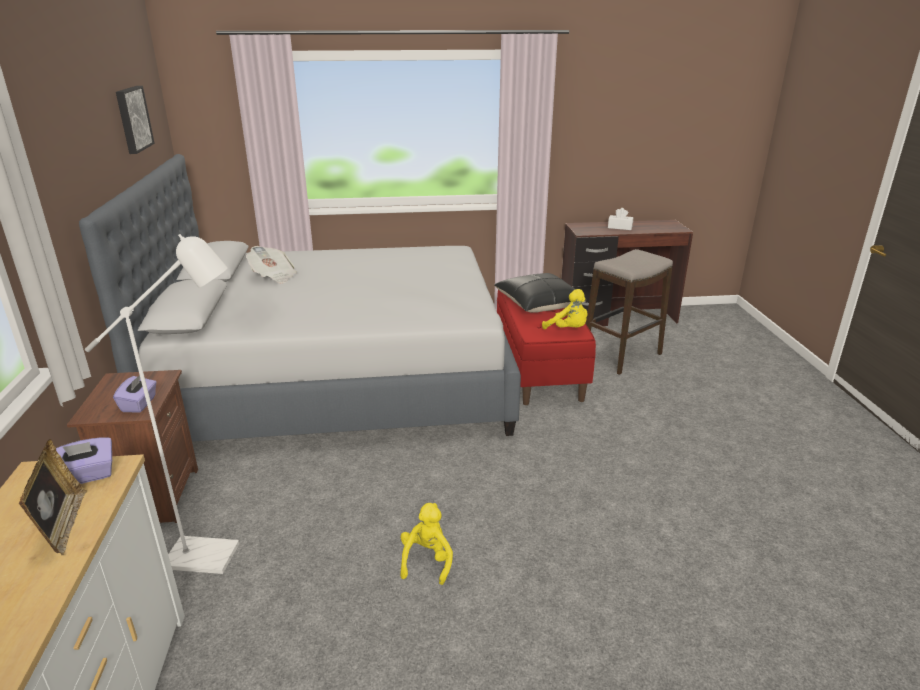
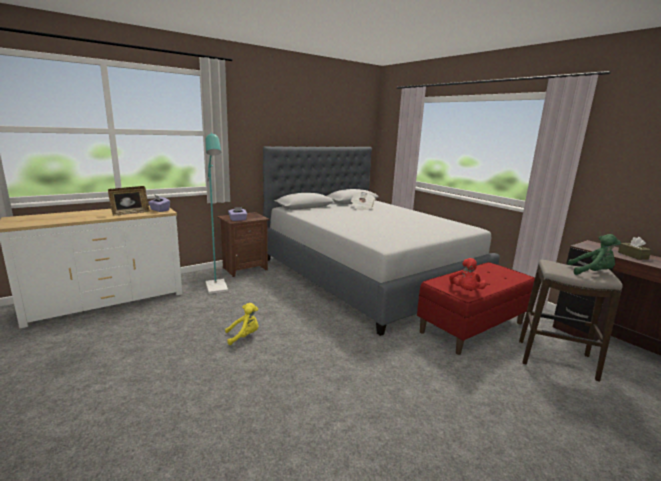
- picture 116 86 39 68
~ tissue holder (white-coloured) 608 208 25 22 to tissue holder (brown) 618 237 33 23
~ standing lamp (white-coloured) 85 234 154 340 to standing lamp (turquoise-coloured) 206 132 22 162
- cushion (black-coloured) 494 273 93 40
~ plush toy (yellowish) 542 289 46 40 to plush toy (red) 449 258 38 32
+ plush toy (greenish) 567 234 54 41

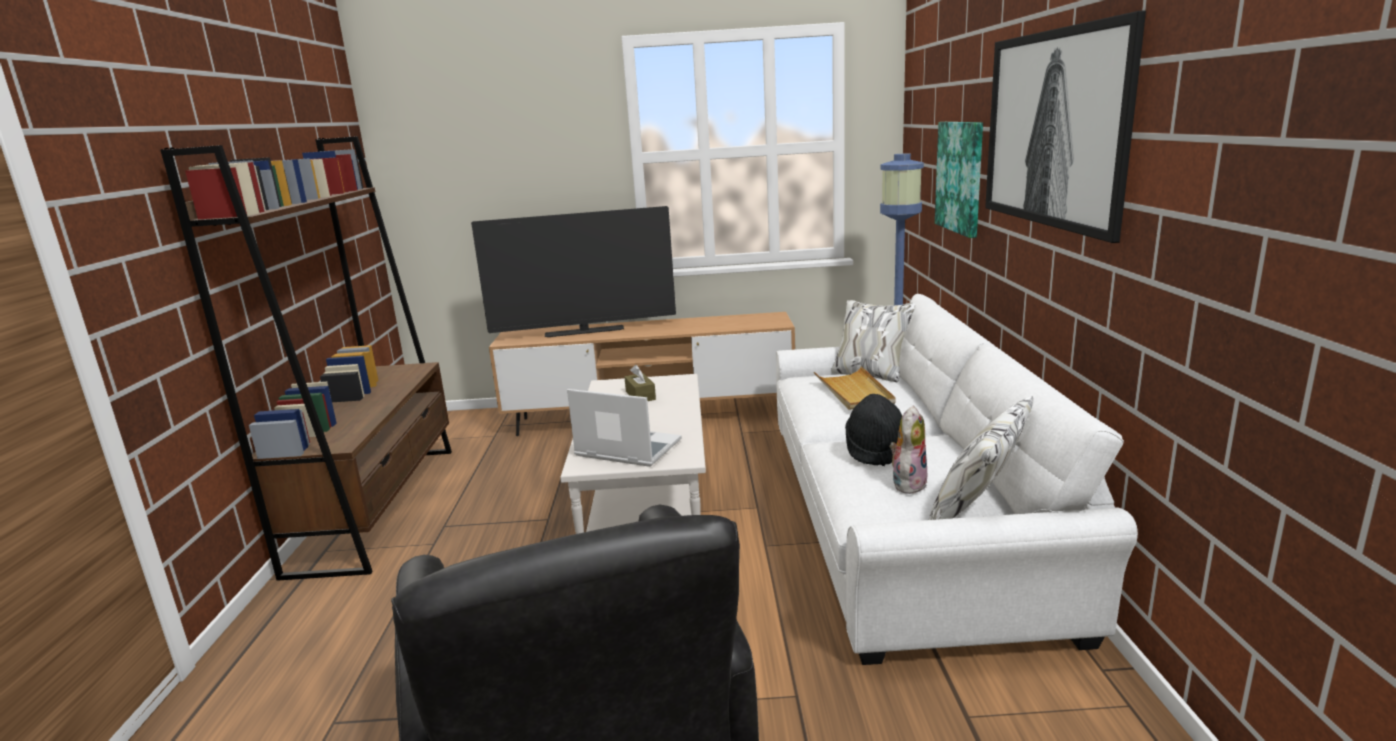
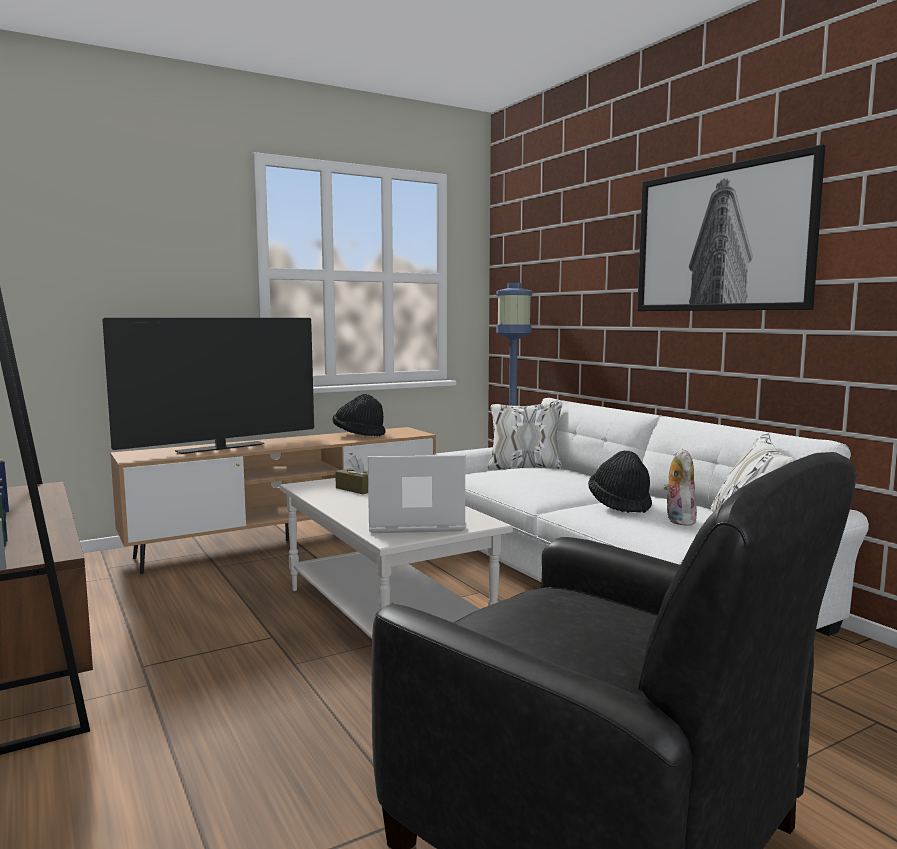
- picture 935 122 48 116
- carrying tray (beige-coloured) 814 366 81 44
+ wearable hat (black-coloured) 333 394 52 42

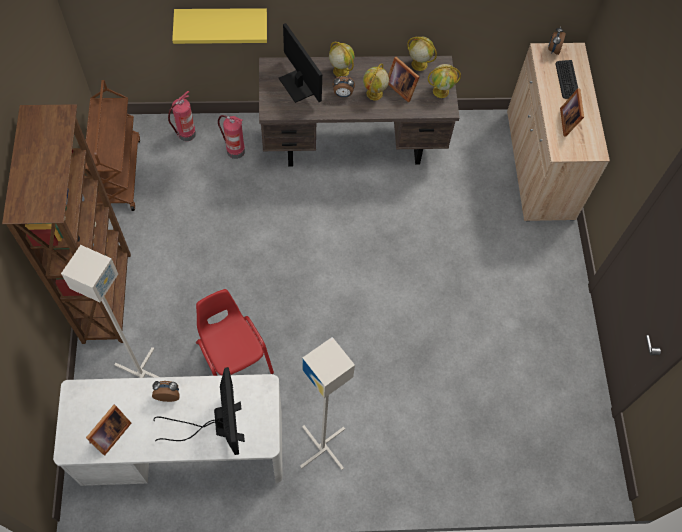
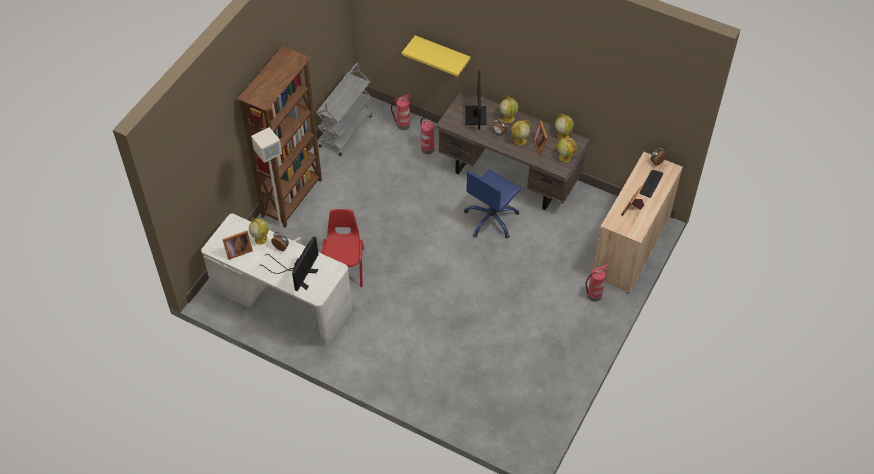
~ trolley (brown) 85 80 55 131 to trolley (grey) 316 63 57 93
- standing lamp (grey) 300 337 55 133
+ computer chair (blue-coloured) 464 169 57 70
+ globe 249 218 20 27
+ fire extinguisher 585 264 23 38

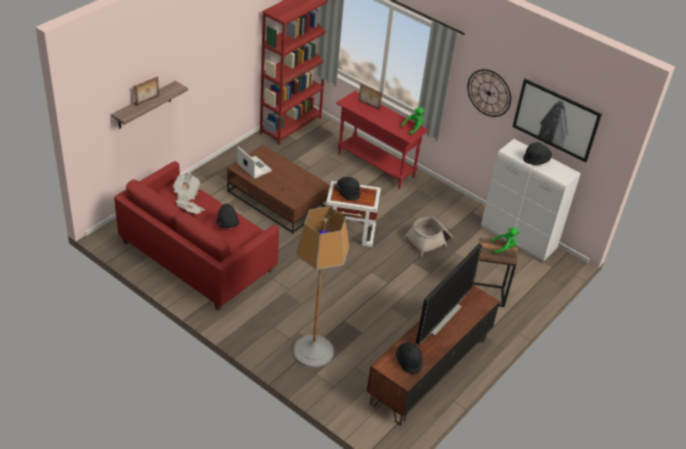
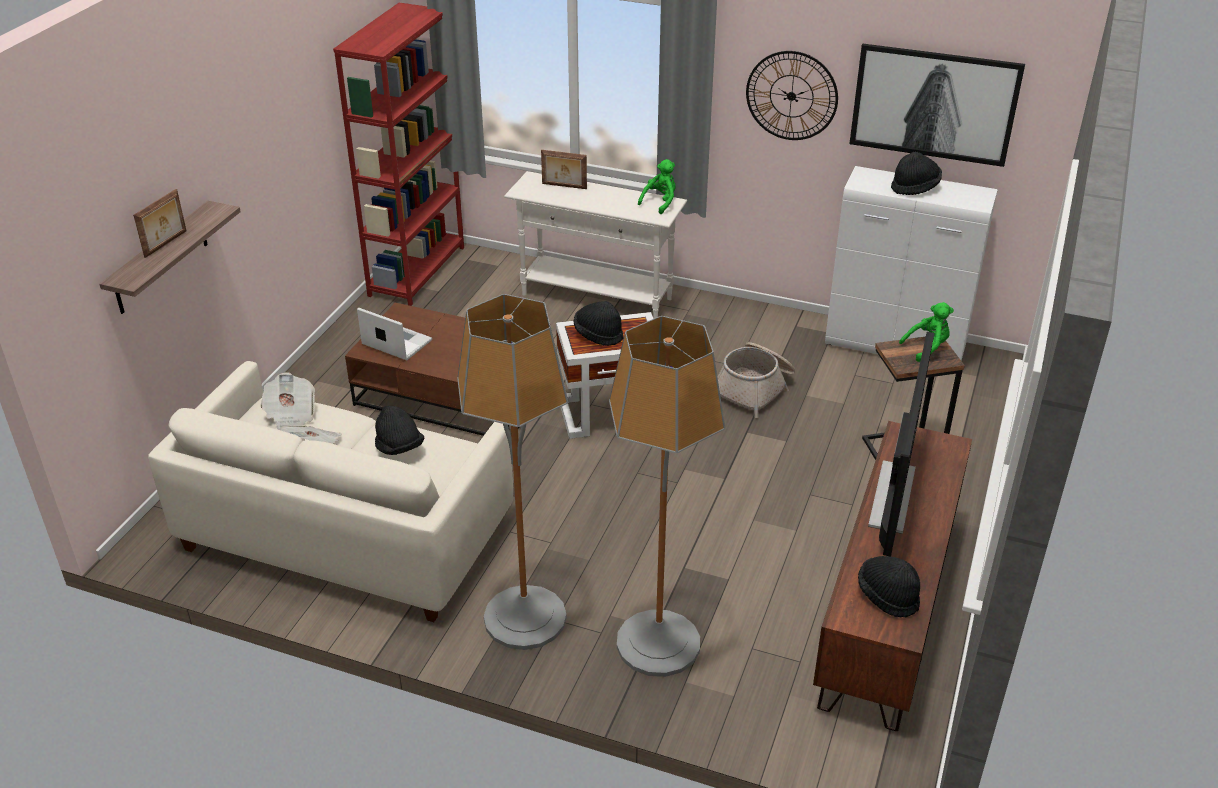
~ hall table (red) 336 91 93 98 to hall table (white-coloured) 504 171 183 147
~ settee (red) 114 161 165 149 to settee (white-coloured) 148 361 366 261
+ standing lamp 457 294 111 356

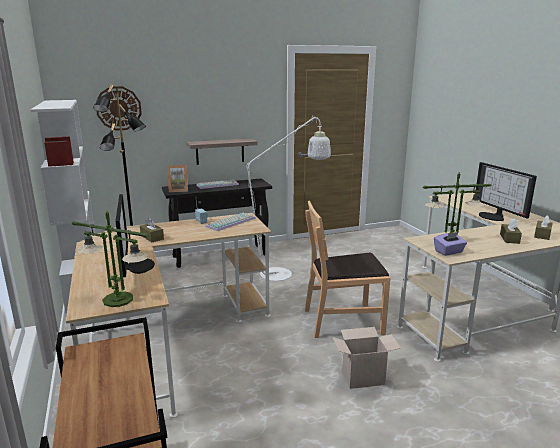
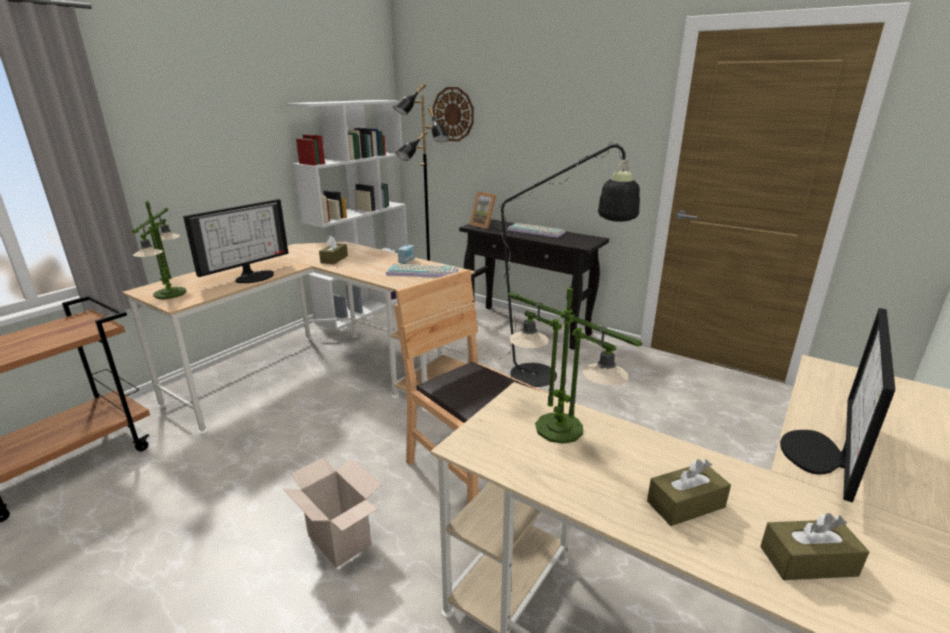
~ standing lamp (white-coloured) 190 116 141 174 to standing lamp (black-coloured) 442 142 198 245
- bracket shelf 186 138 72 27
- tissue holder (purple) 434 232 33 24

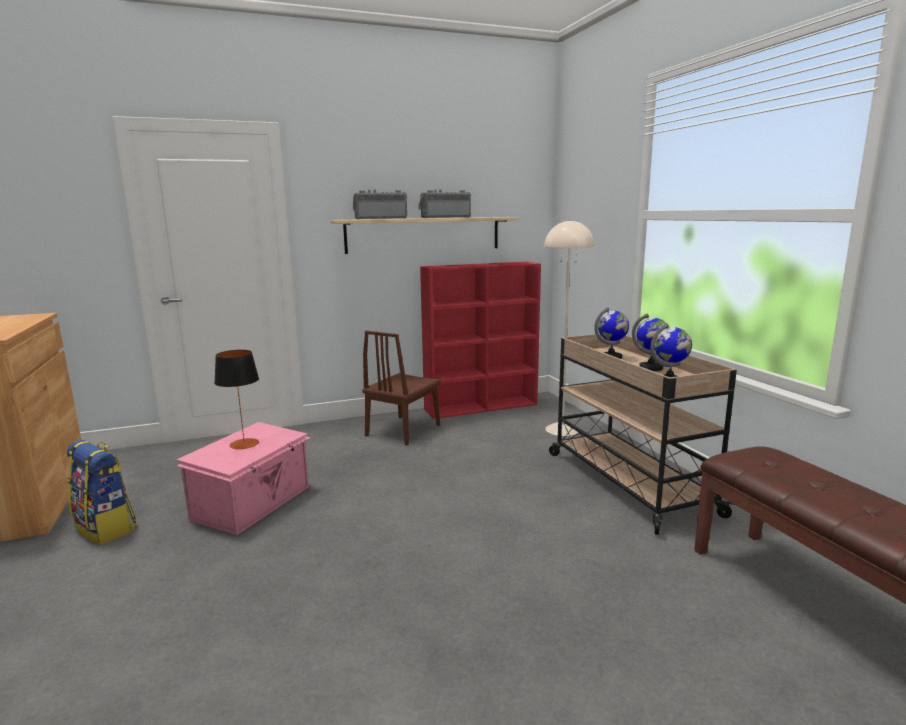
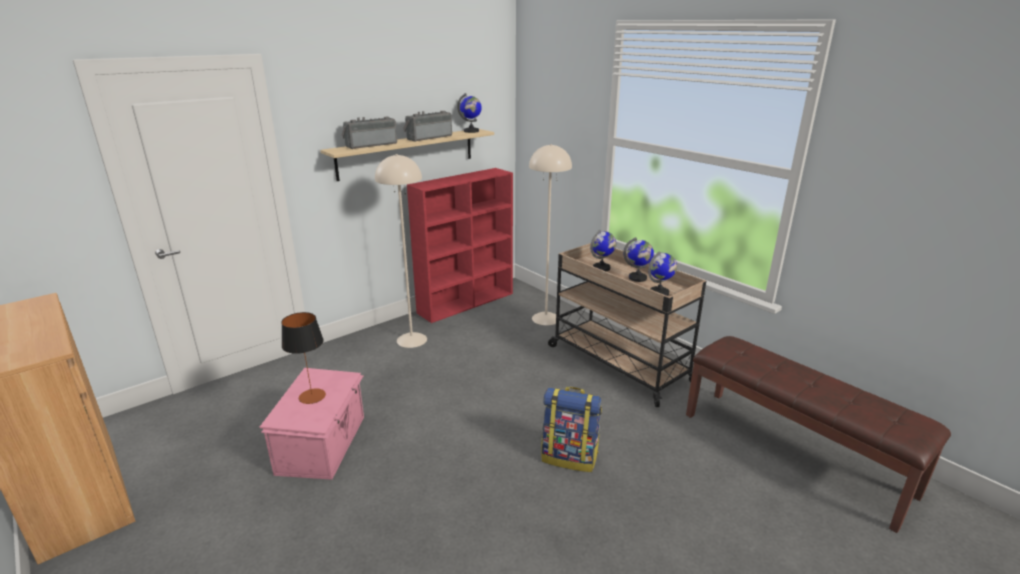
~ upright chair (brown) 362 331 79 114 to standing lamp (beige-coloured) 375 154 52 194
~ backpack 67 440 69 105 to 542 387 60 85
+ globe 457 93 25 40

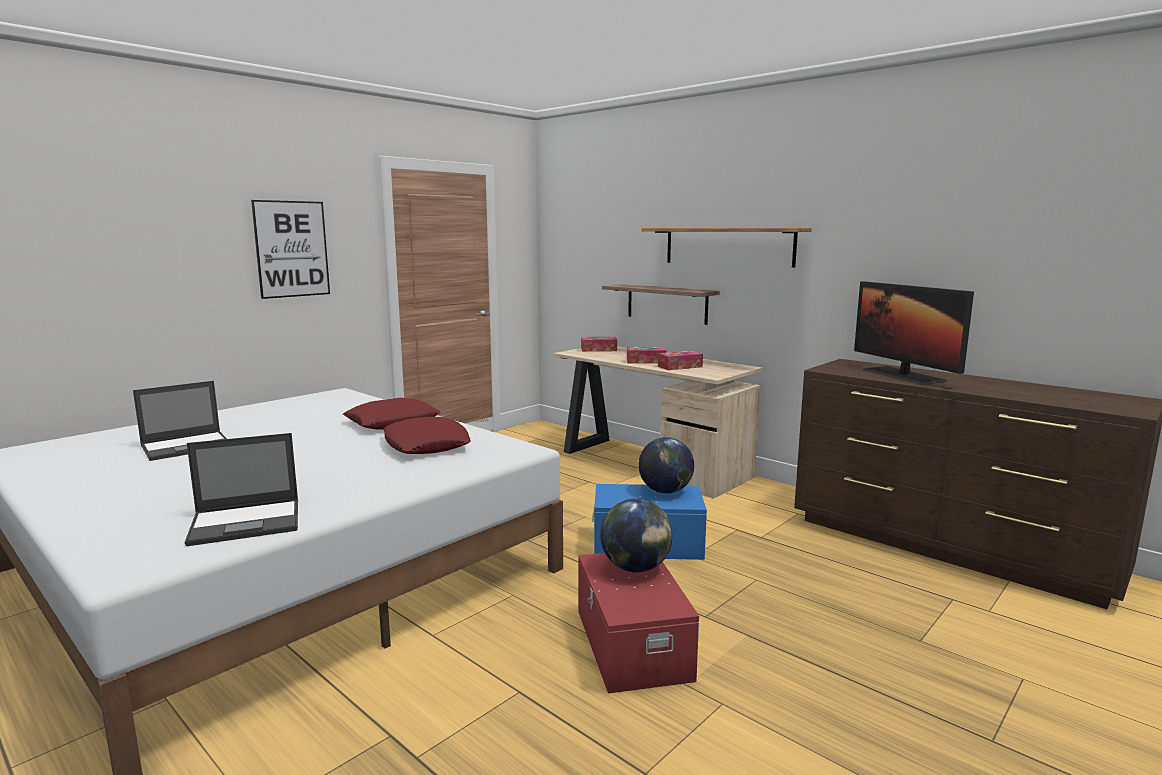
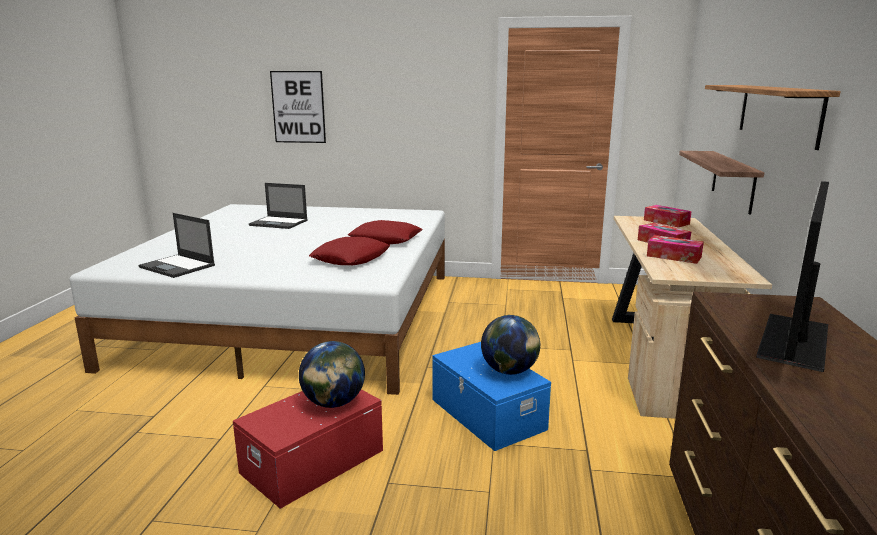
~ picture 251 200 79 99 to 270 71 56 72

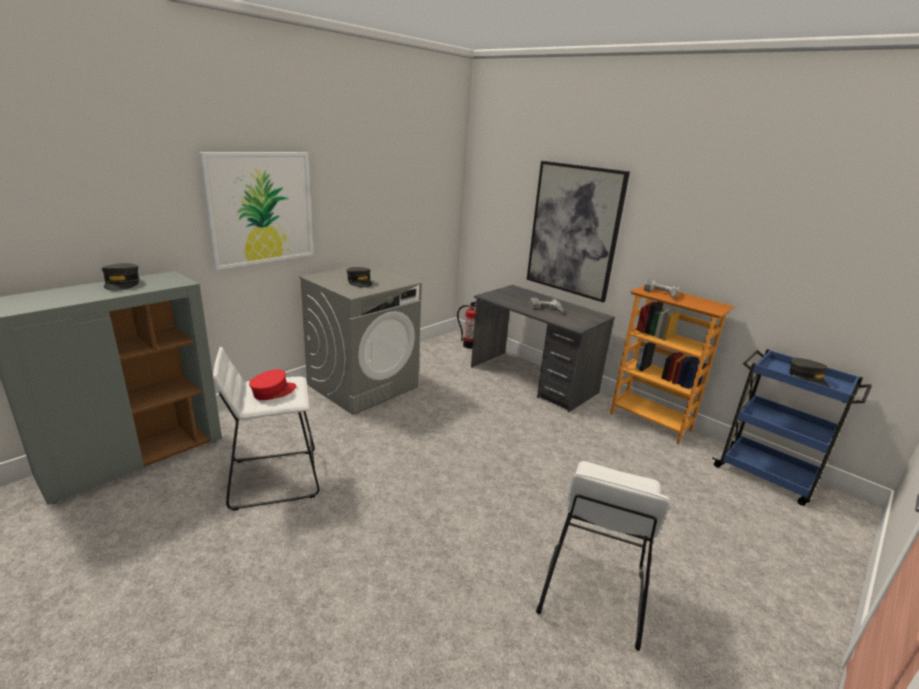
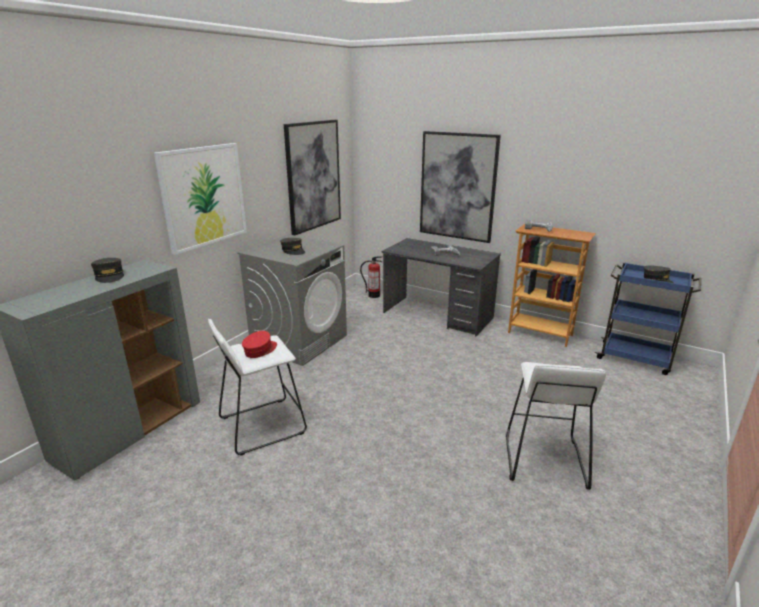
+ picture 284 120 57 115

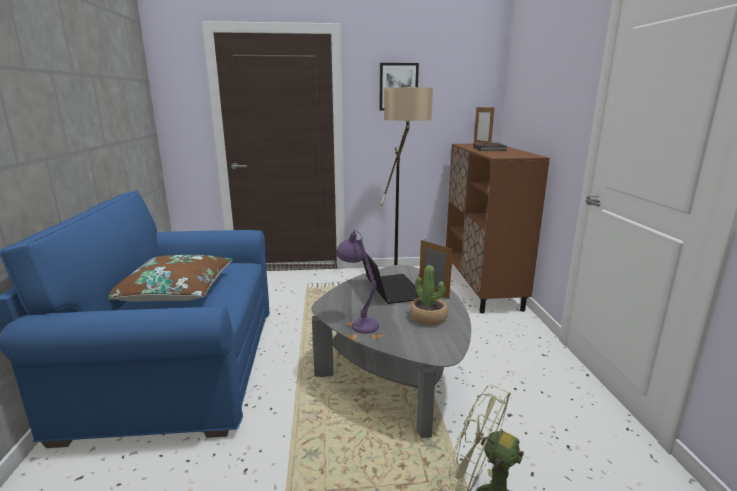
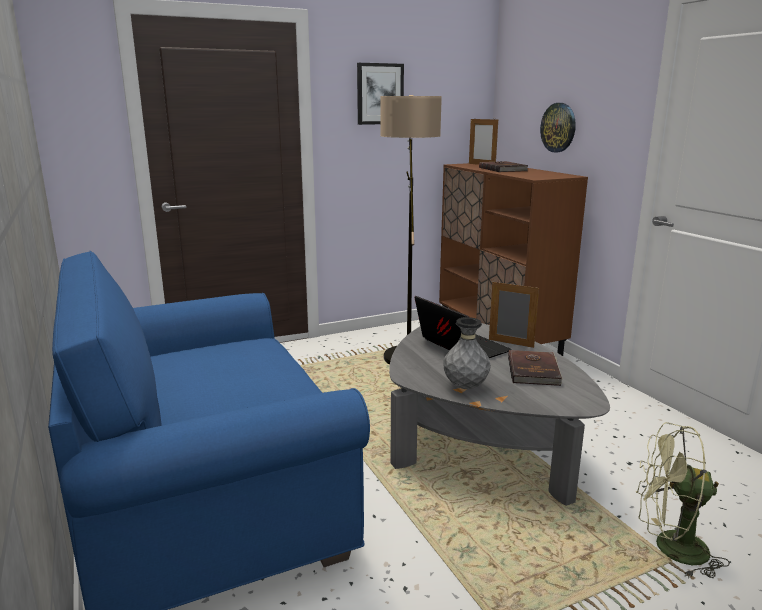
~ table lamp (purple) 336 230 43 104 to decorative vase (grey) 443 317 48 72
- cushion (brown) 108 255 125 47
~ houseplant 410 265 38 60 to volume (brown) 508 350 55 36
+ clock on the wall 540 103 36 49

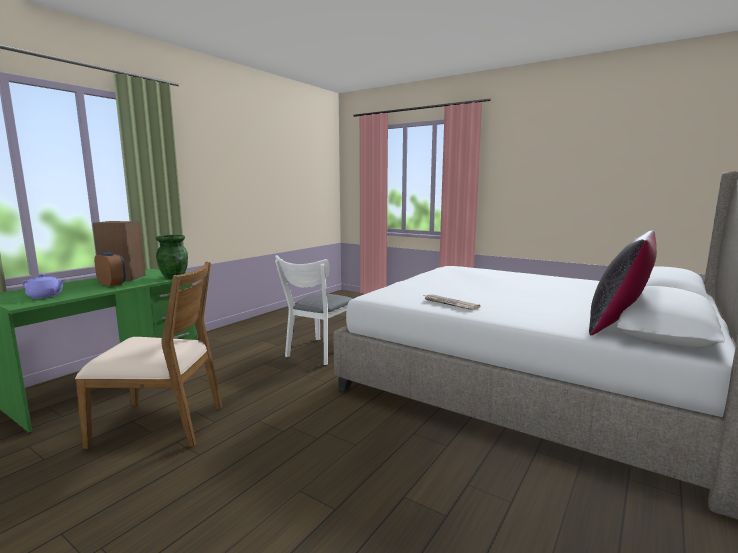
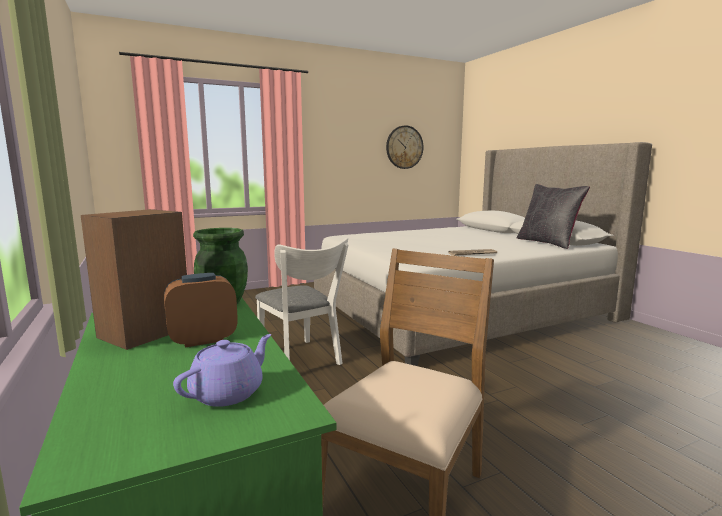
+ clock on the wall 386 125 38 44

